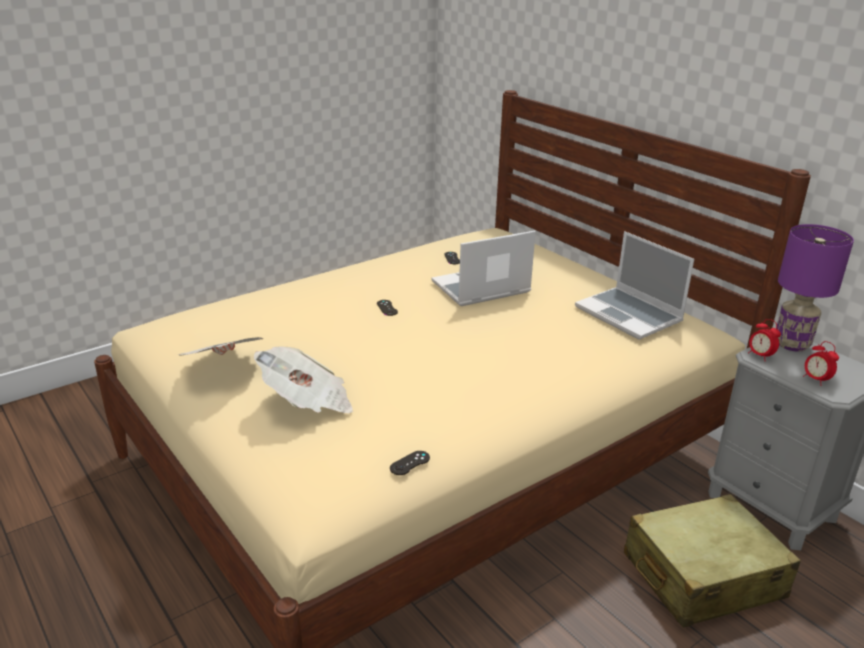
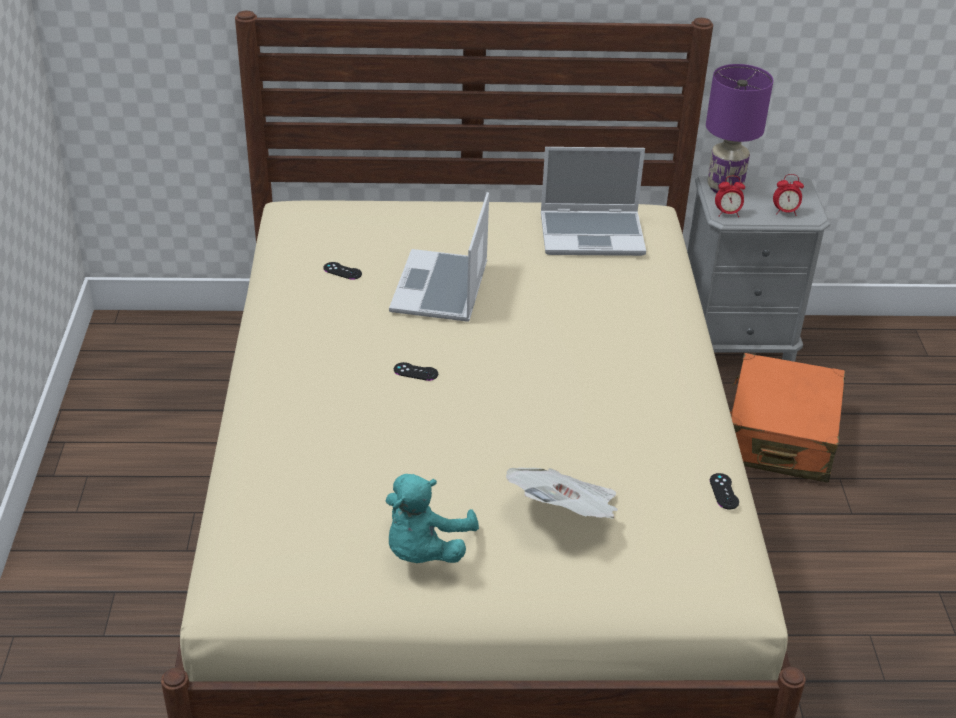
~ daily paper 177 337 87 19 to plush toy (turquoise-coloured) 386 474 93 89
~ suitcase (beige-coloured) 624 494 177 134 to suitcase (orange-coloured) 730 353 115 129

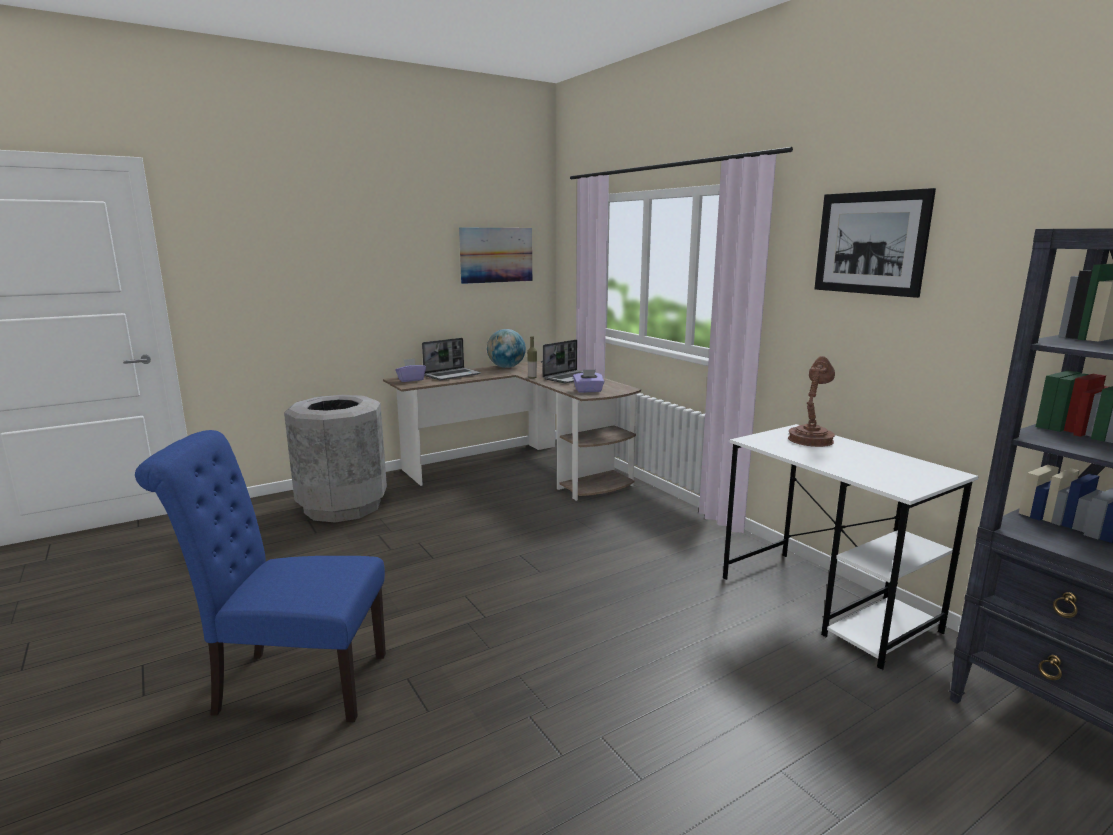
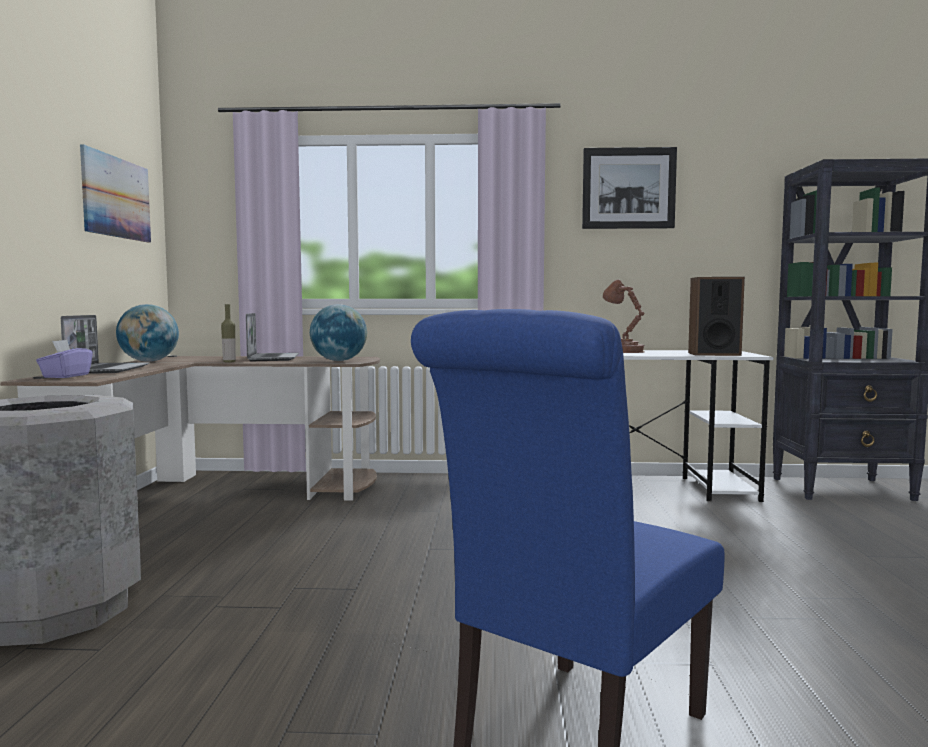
~ tissue holder (purple) 573 369 32 24 to globe 310 304 57 57
+ speaker 688 277 57 79

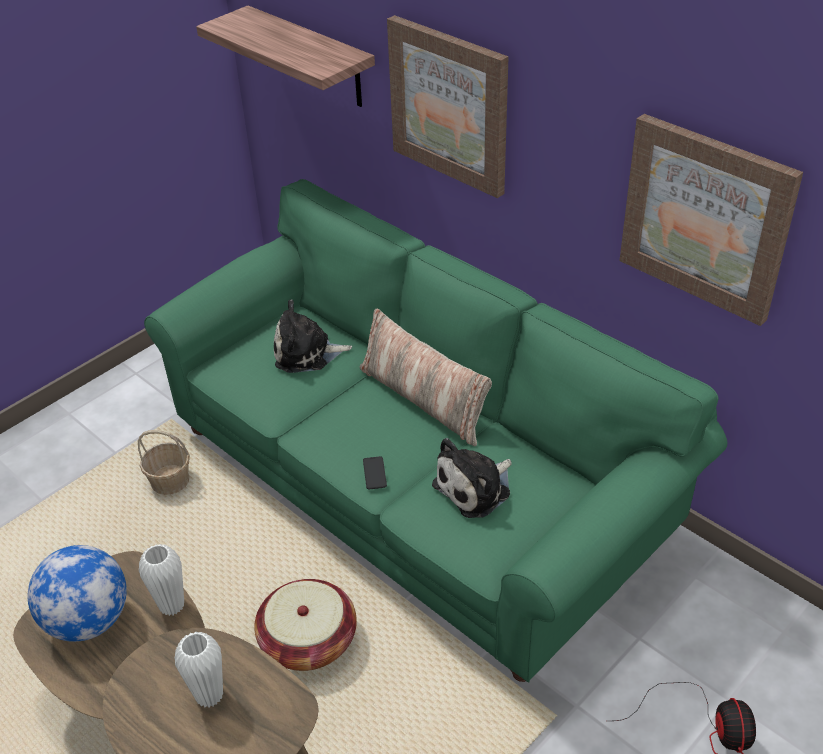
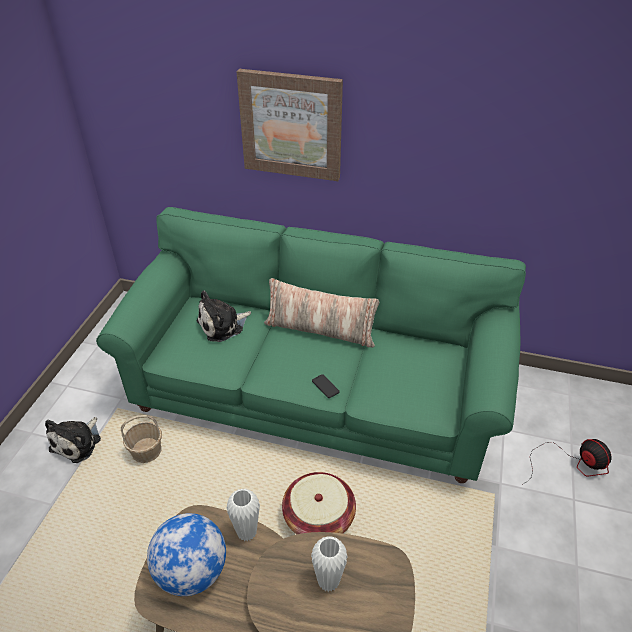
- bracket shelf 196 5 179 102
- picture 619 114 184 212
~ plush toy 432 438 80 80 to 45 417 56 46

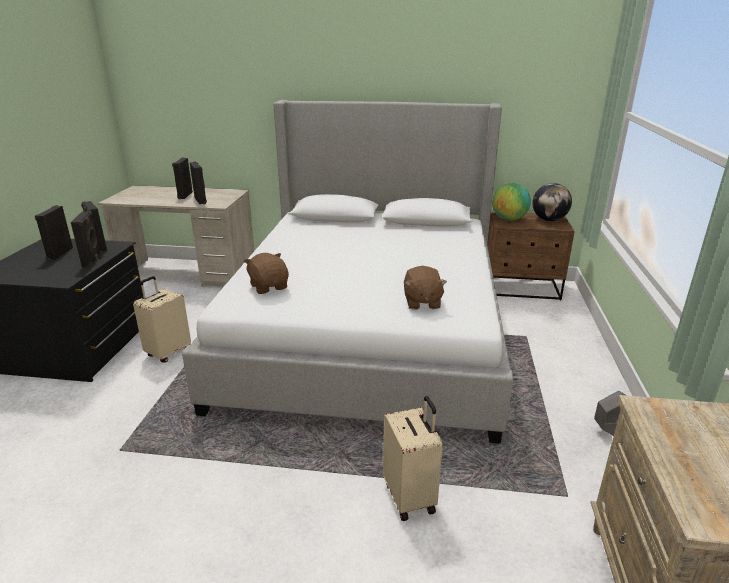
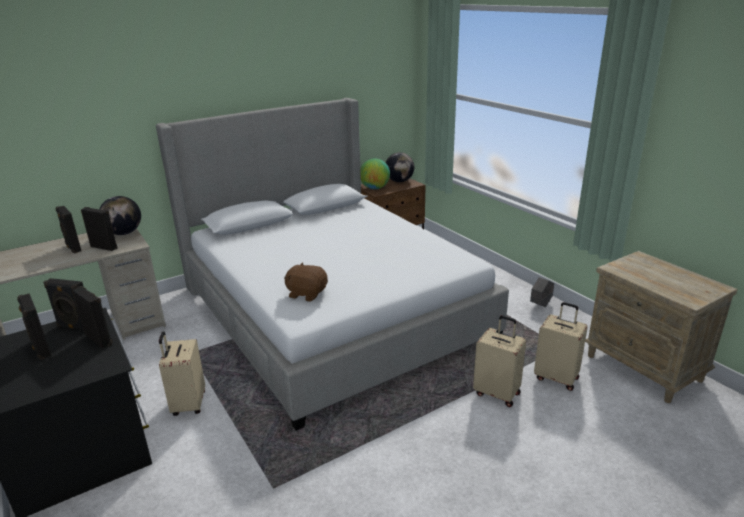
- plush toy (brown) 404 266 43 43
+ globe 99 196 42 39
+ suitcase (beige-coloured) 534 302 54 89

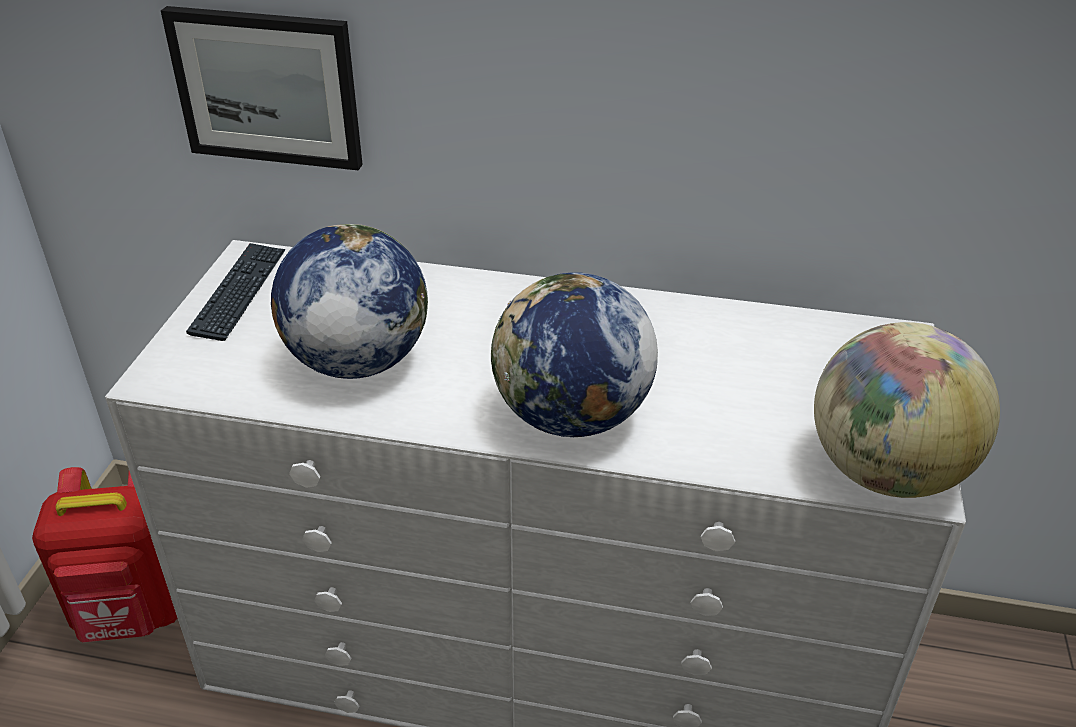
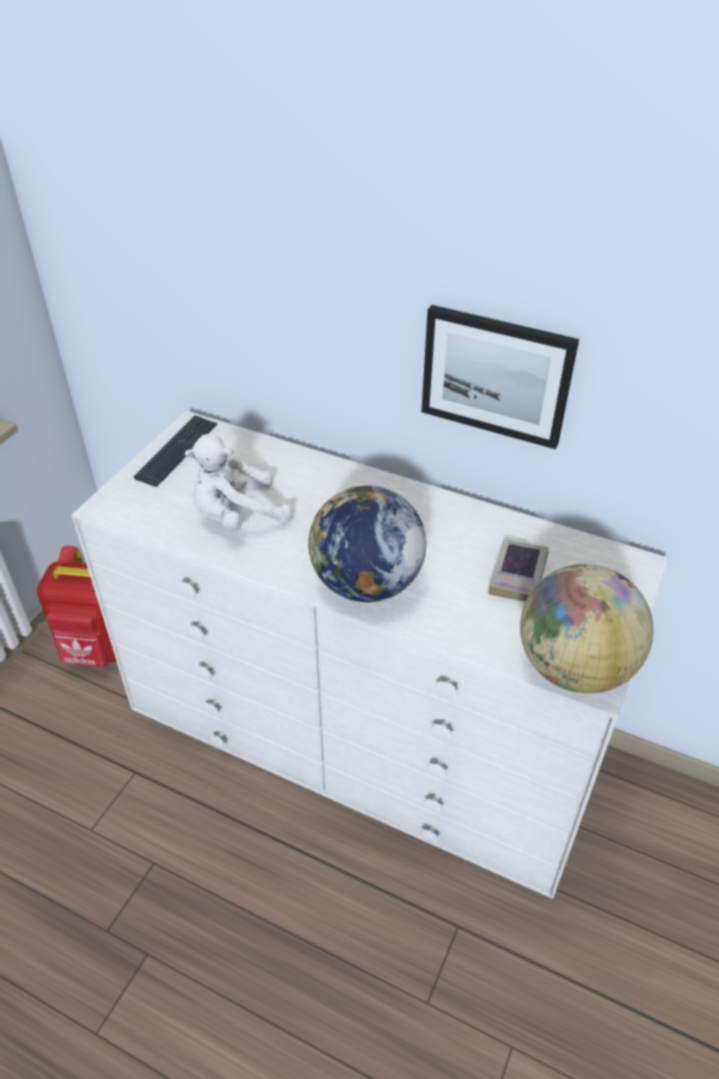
~ picture 161 6 202 165 to 421 305 158 144
~ globe 271 224 157 155 to plush toy (white-coloured) 185 434 108 98
+ volume 489 539 60 62

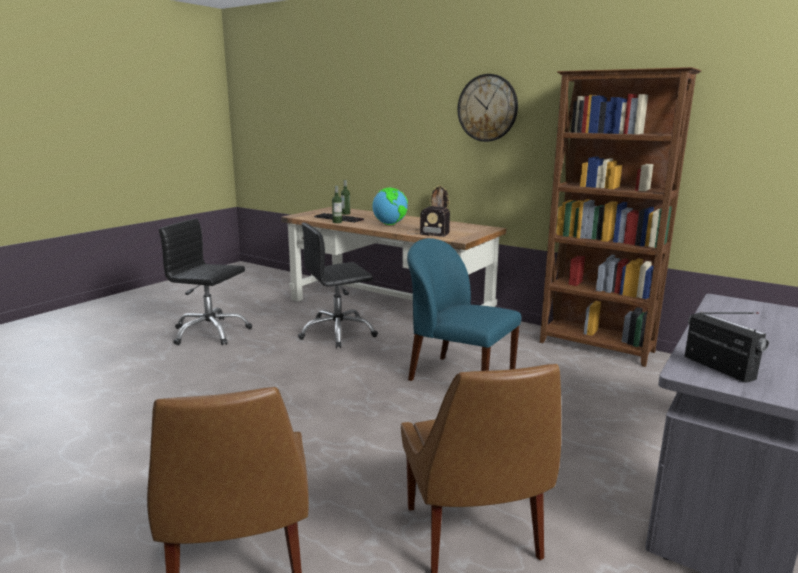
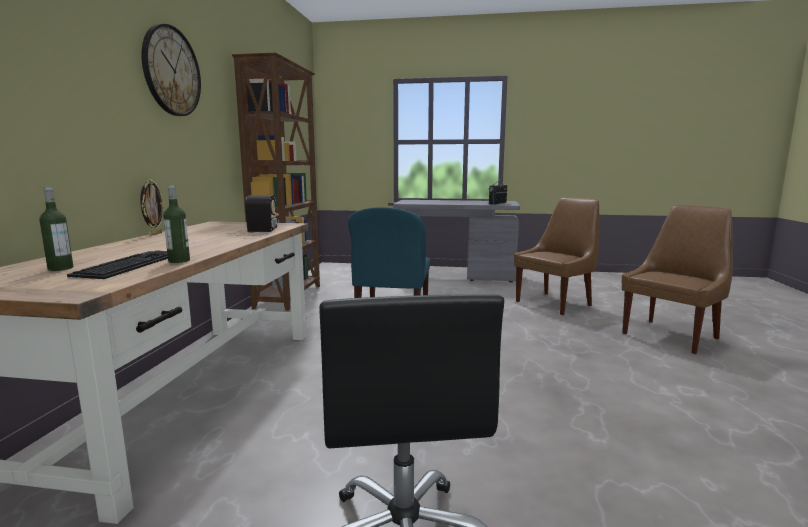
- globe 372 187 36 38
- computer chair (black-coloured) 298 223 80 126

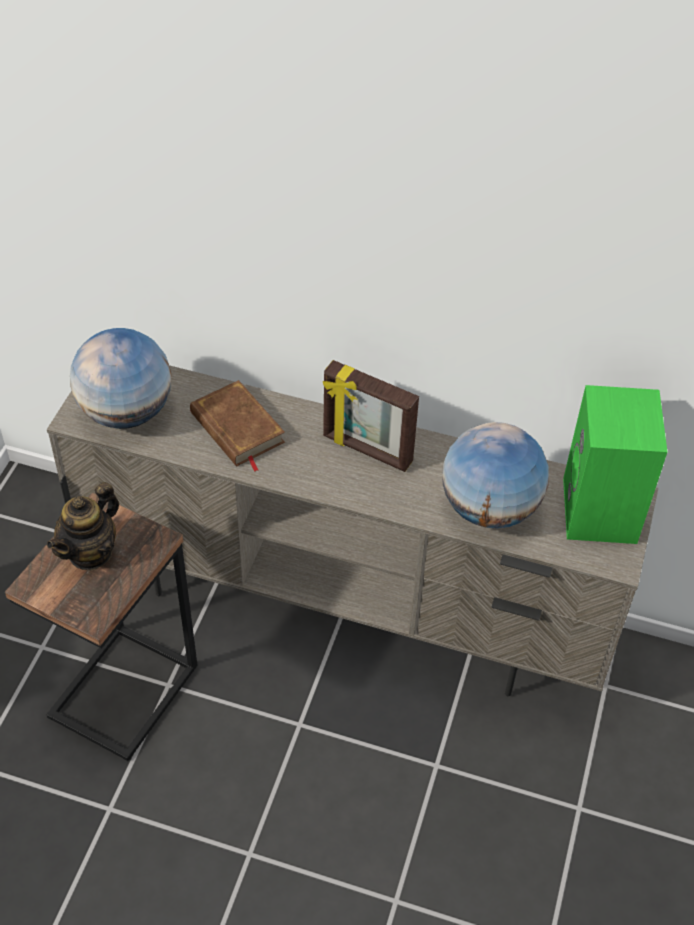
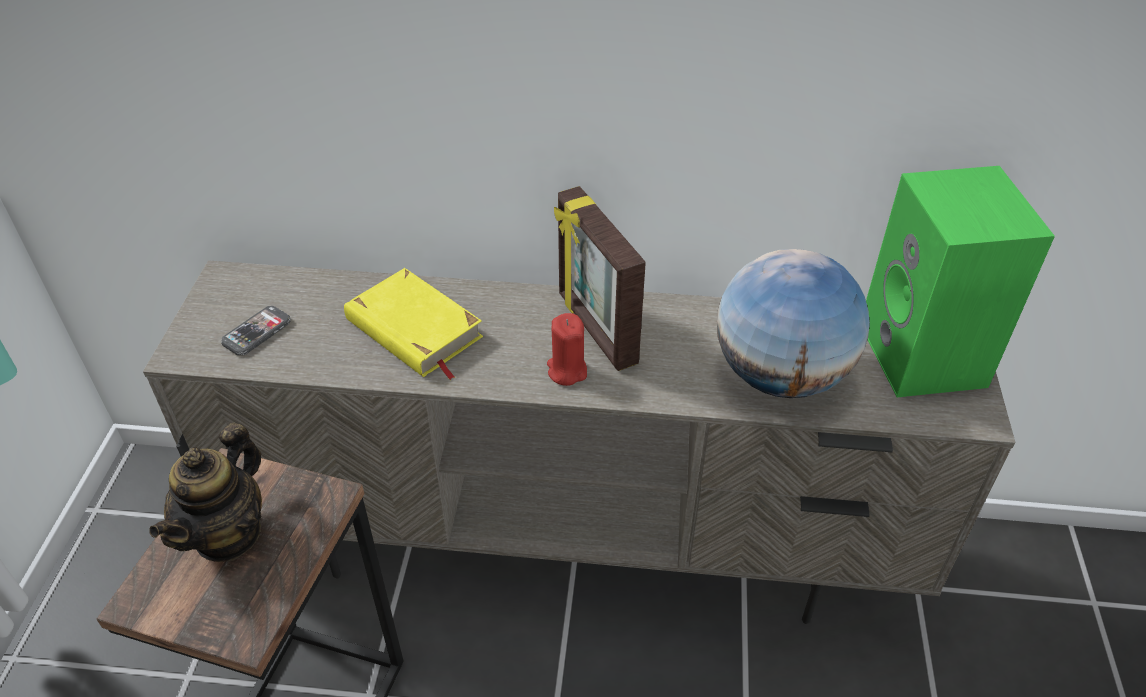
~ globe 70 328 101 101 to phone 221 306 70 50
~ photo frame 323 360 96 112 = 554 186 92 185 45 degrees clockwise
~ volume (brown) 190 380 95 92 to volume (yellowish) 344 268 139 112
+ wax light (red) 547 313 40 73

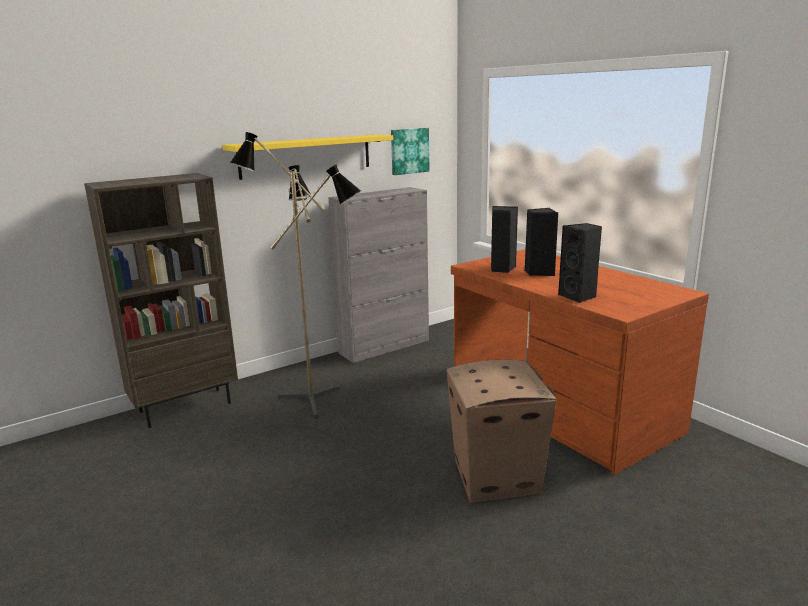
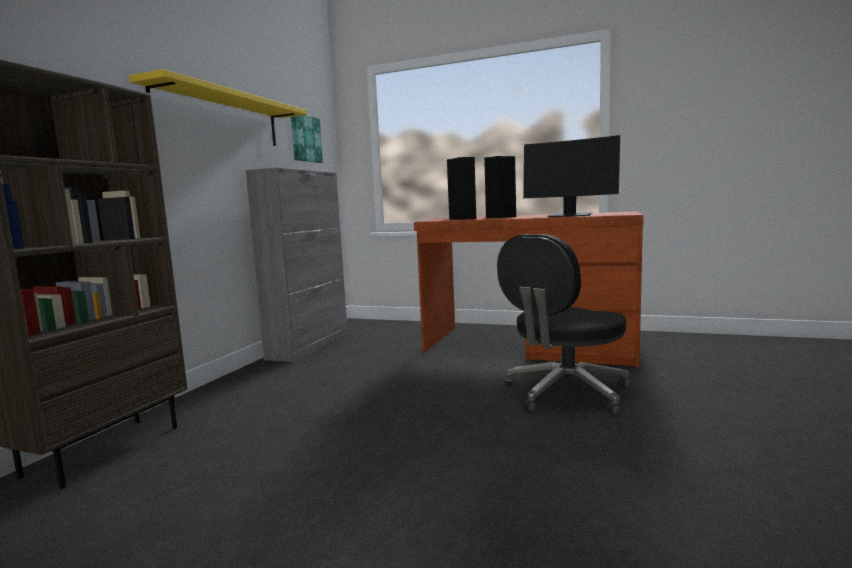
- standing lamp 230 132 131 286
~ speaker (black-coloured) 558 223 44 80 to computer screen 523 135 97 82
~ carton 447 360 110 143 to computer chair (black-coloured) 497 234 133 182

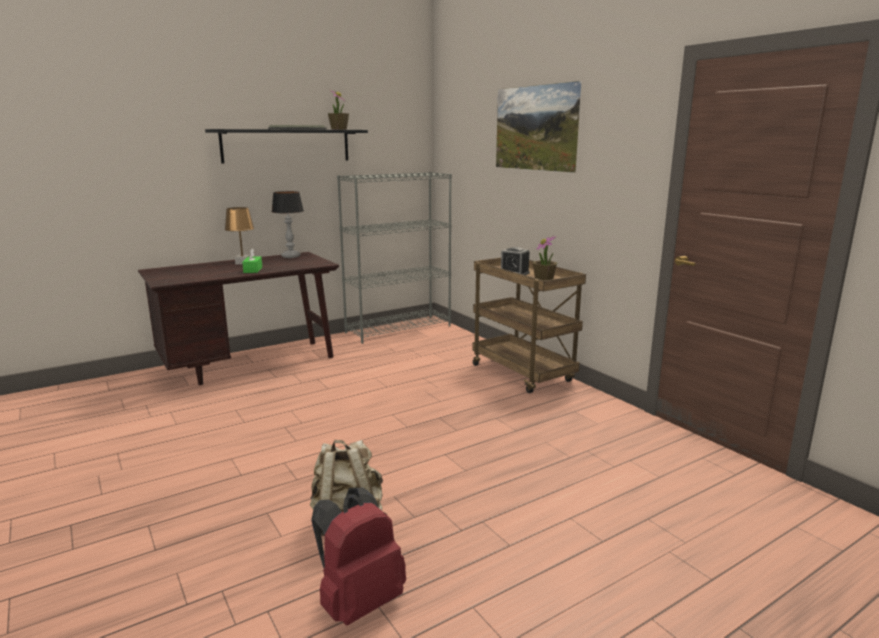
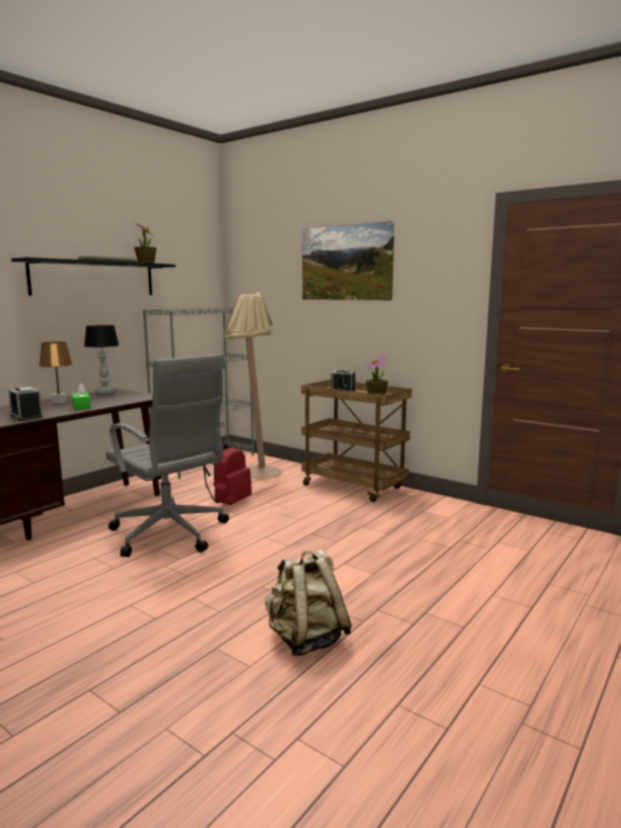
~ backpack (red) 311 488 95 137 to 203 443 49 62
+ standing lamp (beige-coloured) 225 292 57 187
+ computer chair (grey) 106 354 123 203
+ alarm clock 8 386 35 35

